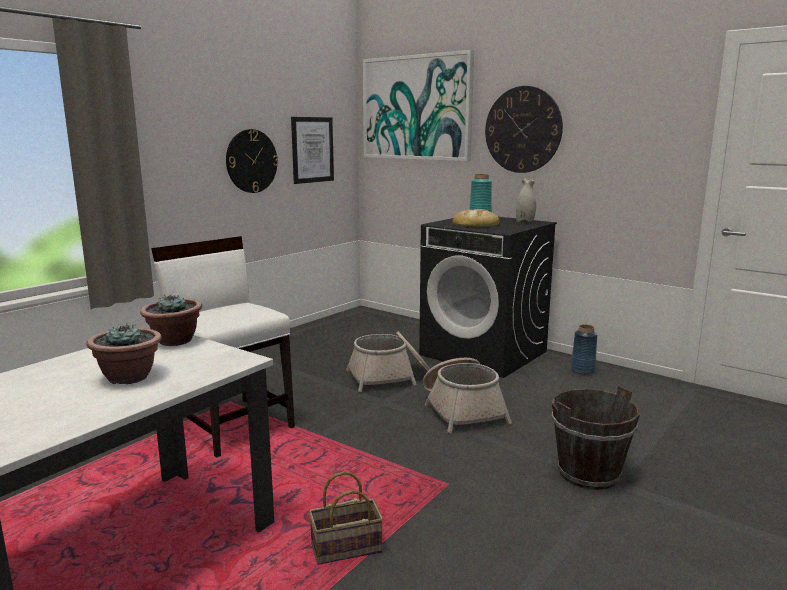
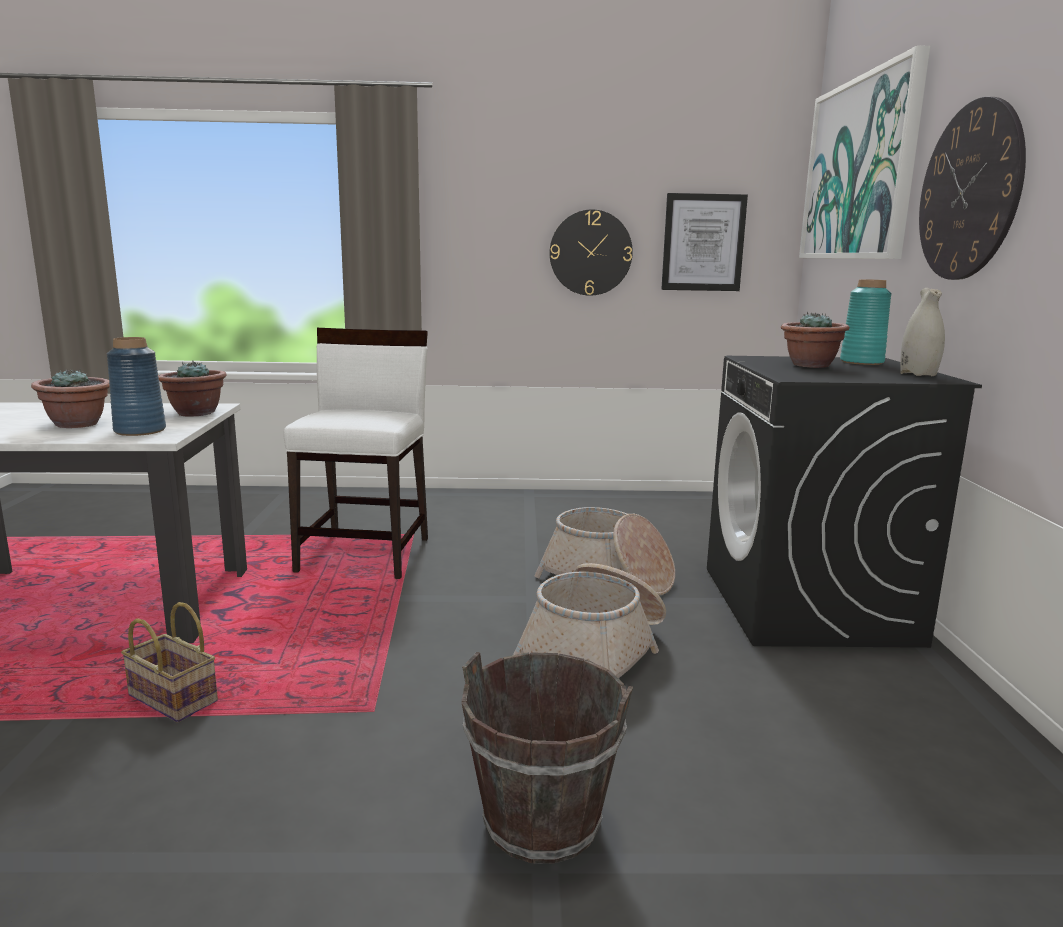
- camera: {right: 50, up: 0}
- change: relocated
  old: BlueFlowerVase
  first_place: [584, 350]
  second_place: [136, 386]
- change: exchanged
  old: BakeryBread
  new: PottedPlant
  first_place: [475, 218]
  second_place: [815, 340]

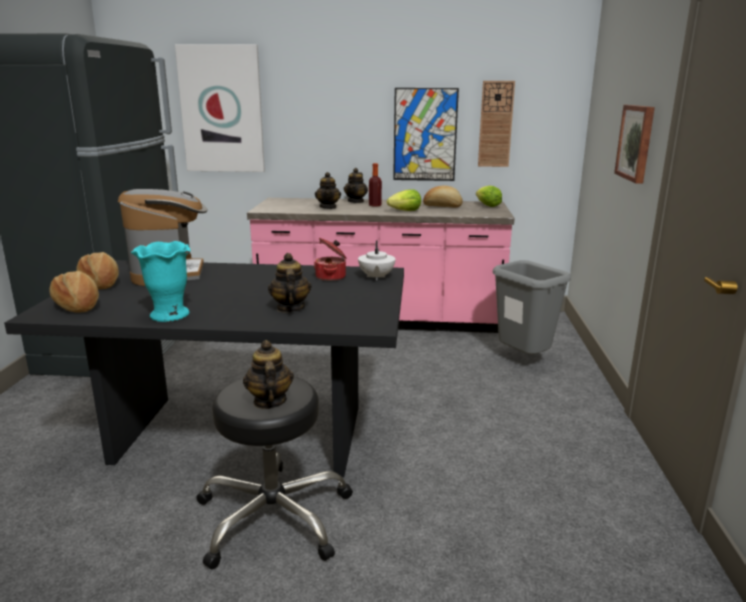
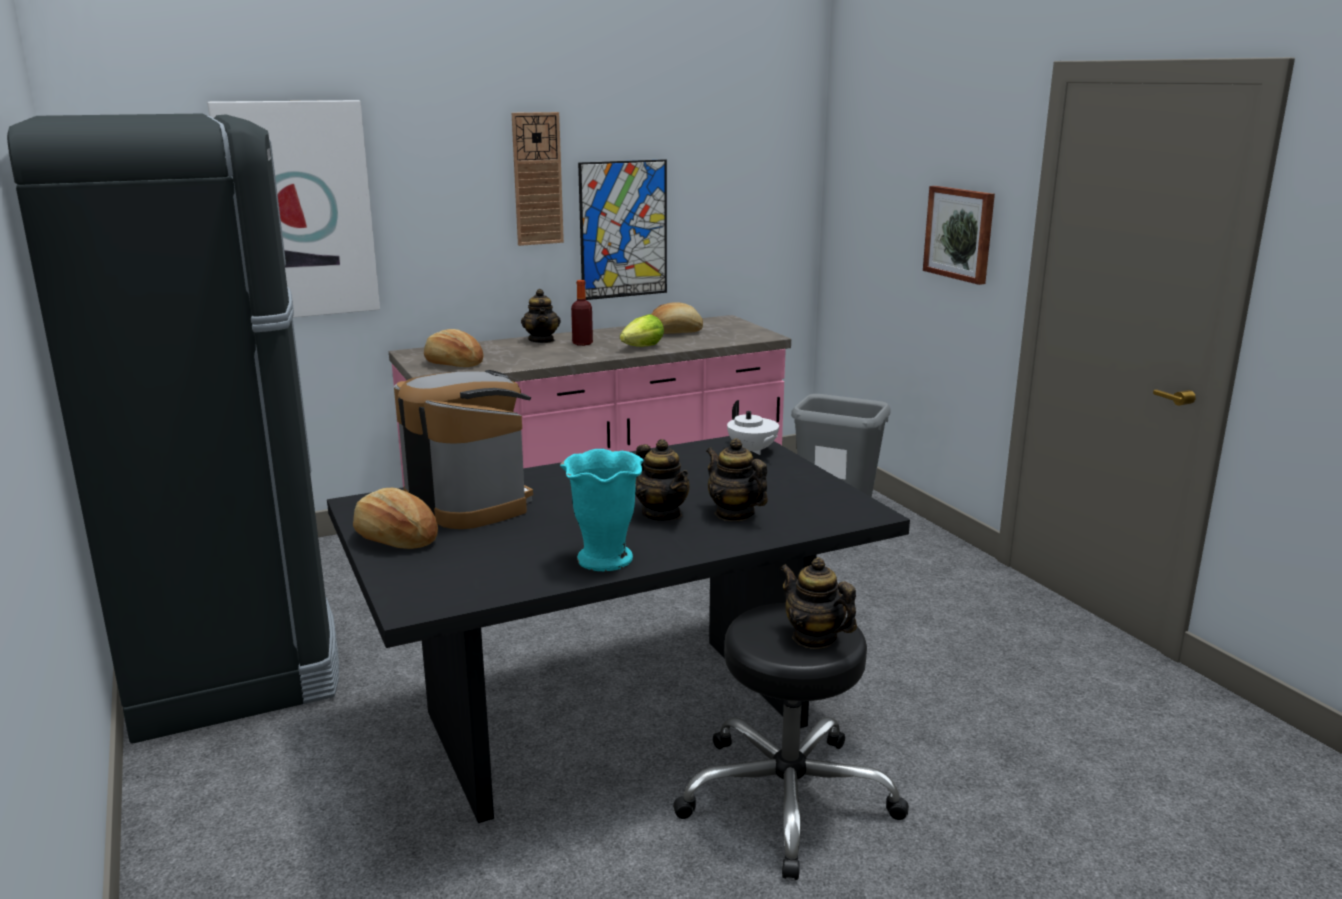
- camera: {right: -30, up: 0}
- change: missing
  old: CookingPot
  first_place: [330, 259]
- change: missing
  old: Lettuce
  first_place: [489, 196]
- change: relocated
  old: BakeryBread
  first_place: [74, 292]
  second_place: [453, 348]
- change: relocated
  old: PotForTea
  first_place: [328, 190]
  second_place: [662, 480]
- change: relocated
  old: ClockOnTheWall
  first_place: [496, 124]
  second_place: [538, 179]

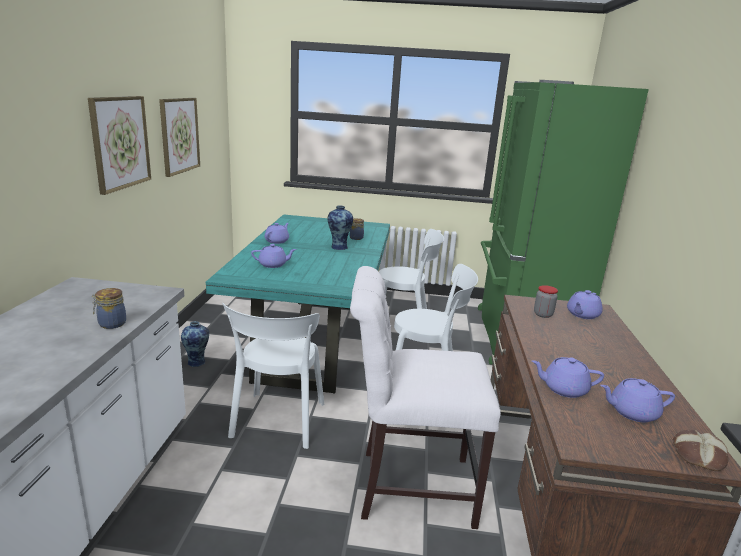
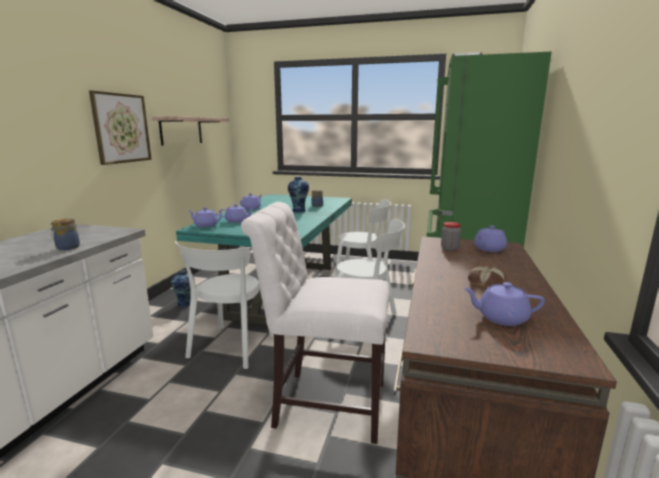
- camera: {right: 10, up: -5}
- change: relocated
  old: PurpleColouredPotForTea
  first_place: [568, 377]
  second_place: [205, 217]
- change: relocated
  old: BakeryBread
  first_place: [700, 450]
  second_place: [487, 277]
- change: exchanged
  old: Picture
  new: WallShelf
  first_place: [179, 137]
  second_place: [190, 130]

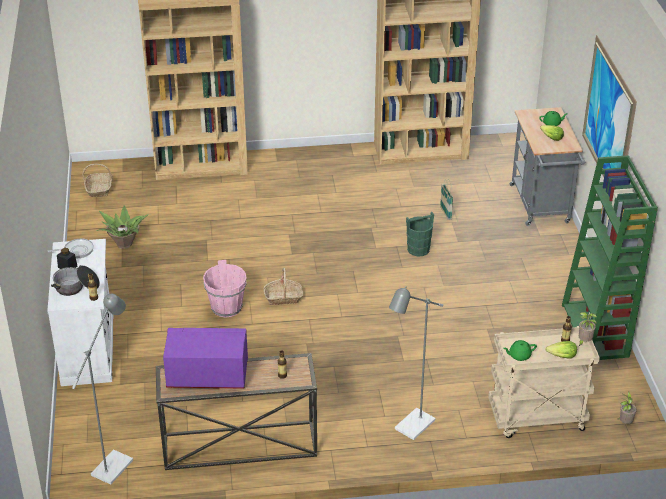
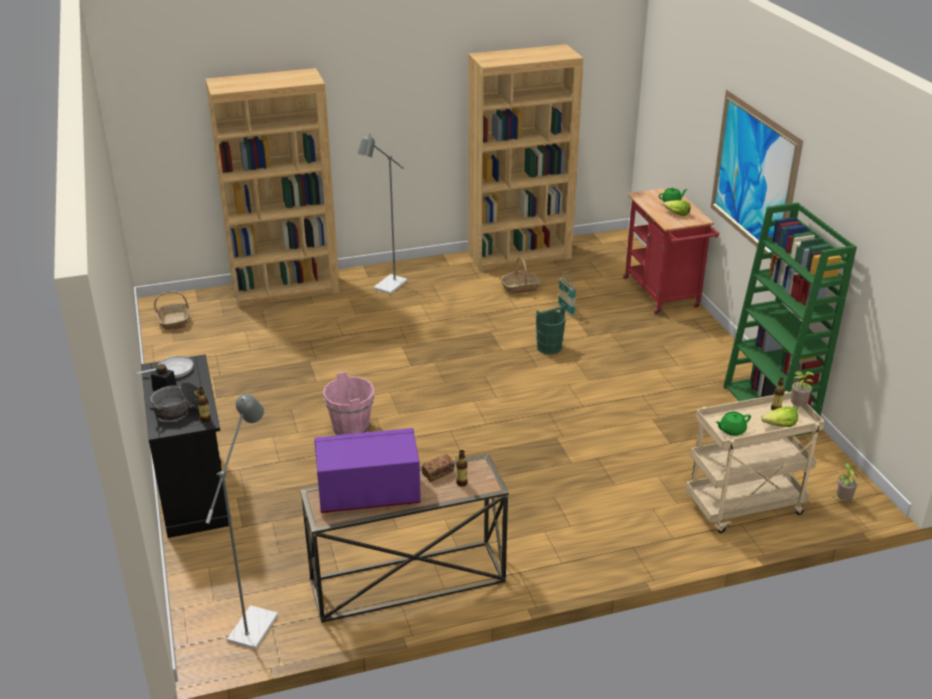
- camera: {right: -10, up: -5}
- change: missing
  old: PottedPlant
  first_place: [122, 227]
- change: appeared
  new: BakeryBread
  second_place: [438, 468]
- change: relocated
  old: StorageBasket
  first_place: [283, 286]
  second_place: [521, 275]
- change: relocated
  old: GrayStandingLamp
  first_place: [416, 363]
  second_place: [383, 213]
- change: colour
  old: WhitishCupboard
  new: BlackishCupboard
  first_place: [80, 312]
  second_place: [185, 446]
- change: colour
  old: GrayWheeledCart
  new: RedColouredWheeledCart
  first_place: [547, 166]
  second_place: [671, 250]

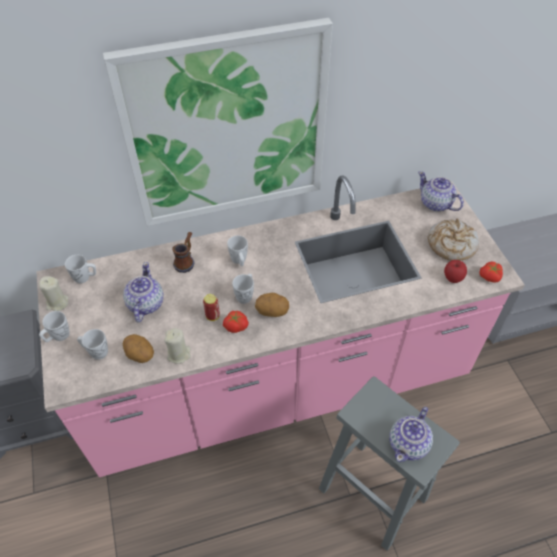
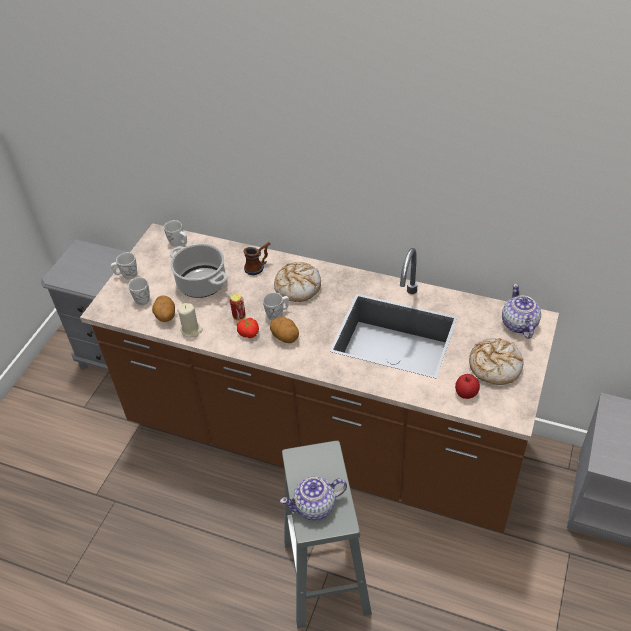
- camera: {right: 40, up: -5}
- change: missing
  old: BeigeColouredCandle
  first_place: [53, 293]
- change: missing
  old: Picture
  first_place: [218, 122]
- change: missing
  old: WholeTomato
  first_place: [491, 272]
- change: exchanged
  old: PotForTea
  new: CookingPot
  first_place: [143, 292]
  second_place: [199, 270]
- change: exchanged
  old: WhitishTeaMug
  new: BakeryBread
  first_place: [237, 250]
  second_place: [297, 282]
- change: colour
  old: PinkColouredKitchenBaseUnit
  new: BrownishKitchenBaseUnit
  first_place: [280, 326]
  second_place: [319, 378]

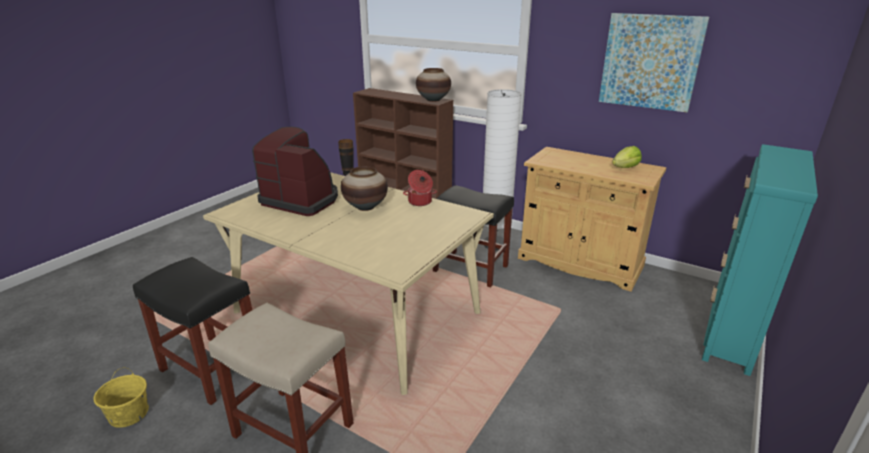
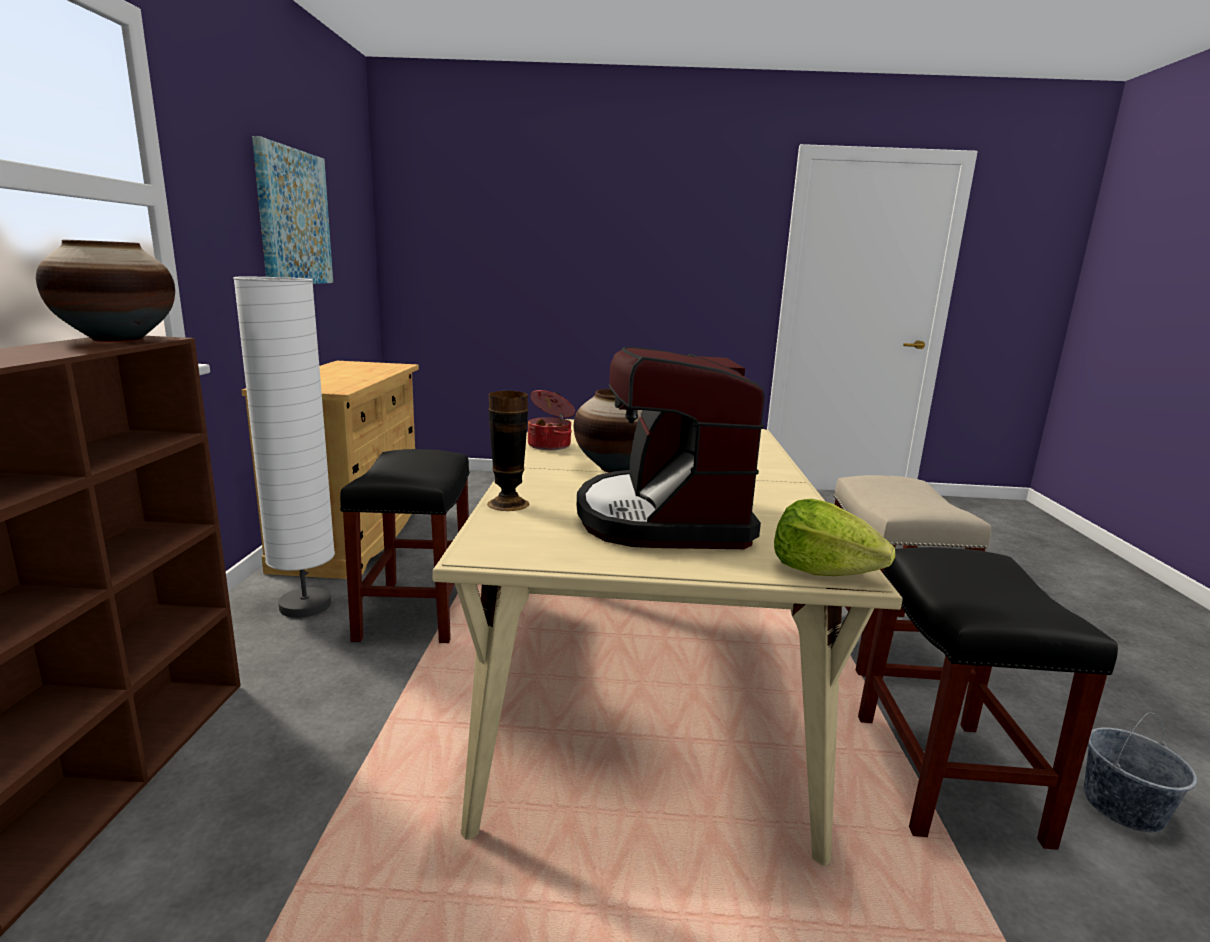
- camera: {right: -120, up: -10}
- change: missing
  old: TurquoiseChestOfDrawers
  first_place: [760, 260]
- change: relocated
  old: Lettuce
  first_place: [627, 157]
  second_place: [834, 537]
- change: colour
  old: YellowPail
  new: GrayPail
  first_place: [121, 397]
  second_place: [1140, 772]

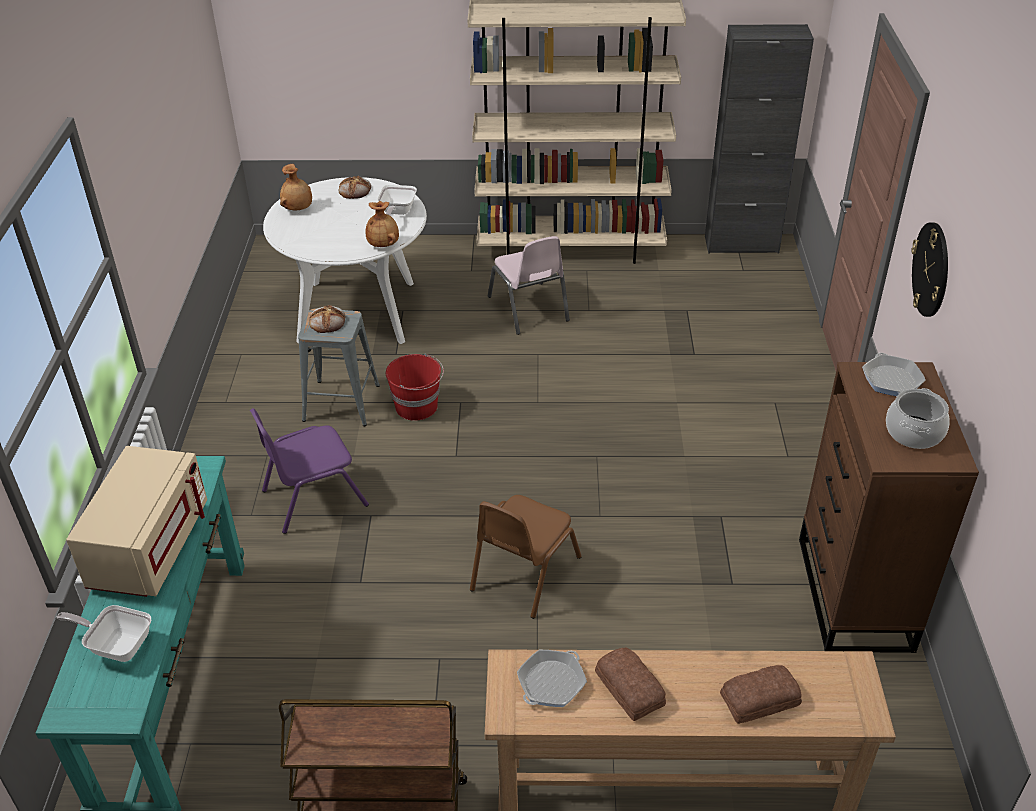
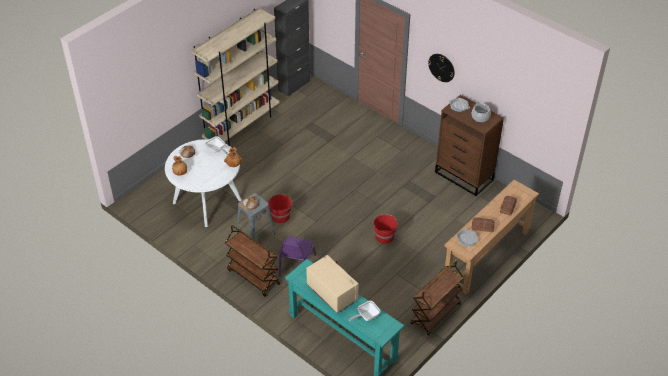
- camera: {right: -50, up: 5}
- change: missing
  old: PinkColouredChair
  first_place: [529, 285]
- change: appeared
  new: BrownishWheeledCart
  second_place: [252, 261]
- change: exchanged
  old: BrownishChair
  new: RedColouredPail
  first_place: [526, 557]
  second_place: [385, 229]

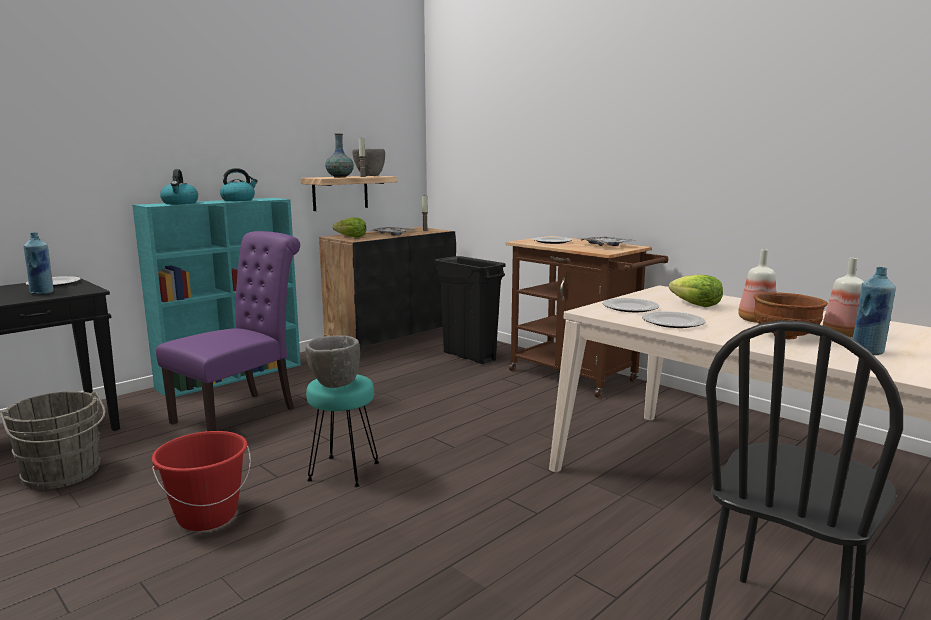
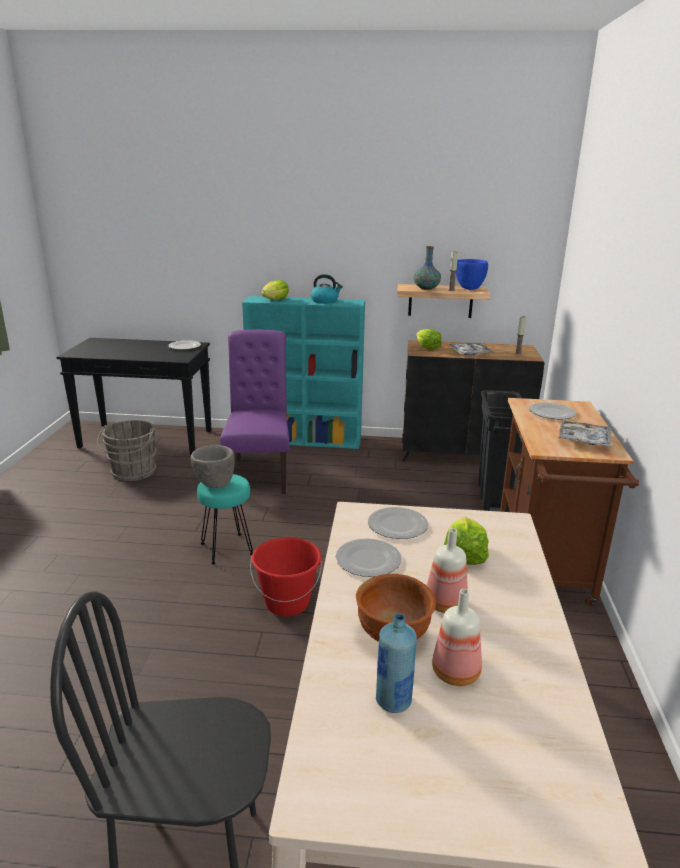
- camera: {right: 50, up: 10}
- change: missing
  old: BlueBottle
  first_place: [39, 263]
- change: relocated
  old: RedColouredPail
  first_place: [201, 481]
  second_place: [286, 577]
- change: exchanged
  old: WaterKettle
  new: Lettuce
  first_place: [179, 186]
  second_place: [275, 289]
- change: colour
  old: GrayBowl
  new: BlueBowl
  first_place: [368, 162]
  second_place: [472, 274]
- change: spun
  old: PurpleColouredChair
  first_place: [228, 331]
  second_place: [254, 412]
  degrees: -90

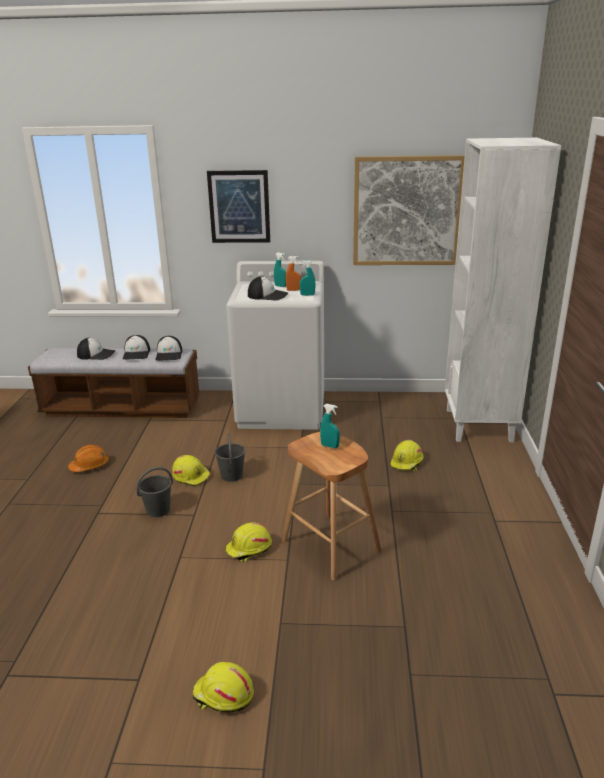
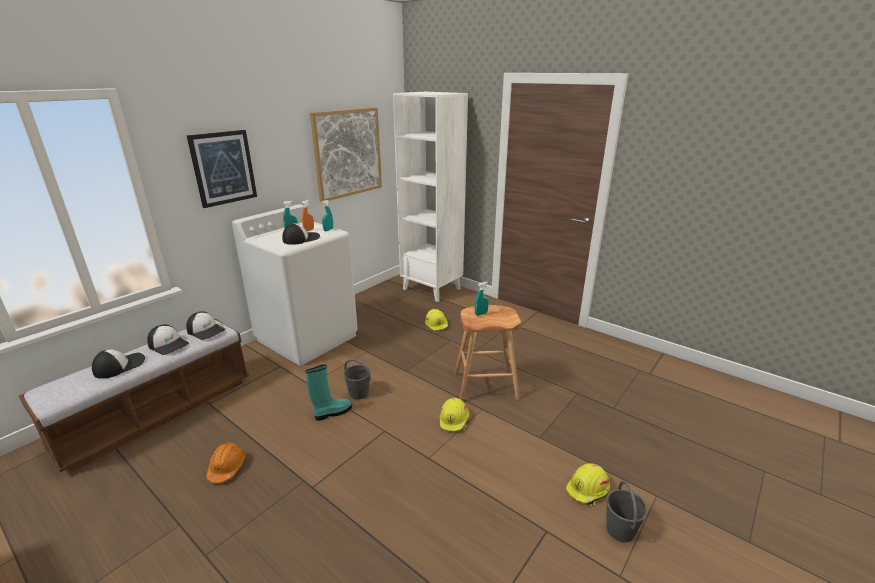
- camera: {right: -55, up: 0}
- change: relocated
  old: GrayPail
  first_place: [154, 492]
  second_place: [627, 511]
- change: exchanged
  old: YellowSafetyHelmet
  new: TurquoiseBoot
  first_place: [191, 471]
  second_place: [329, 392]

